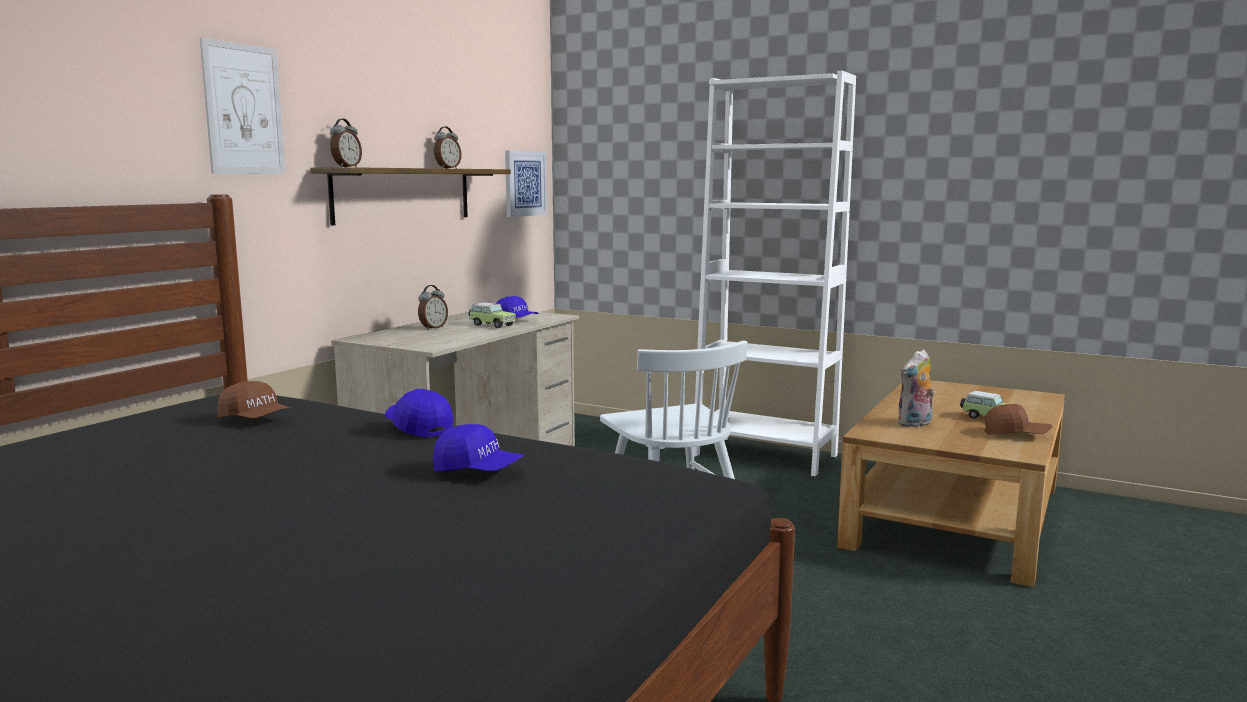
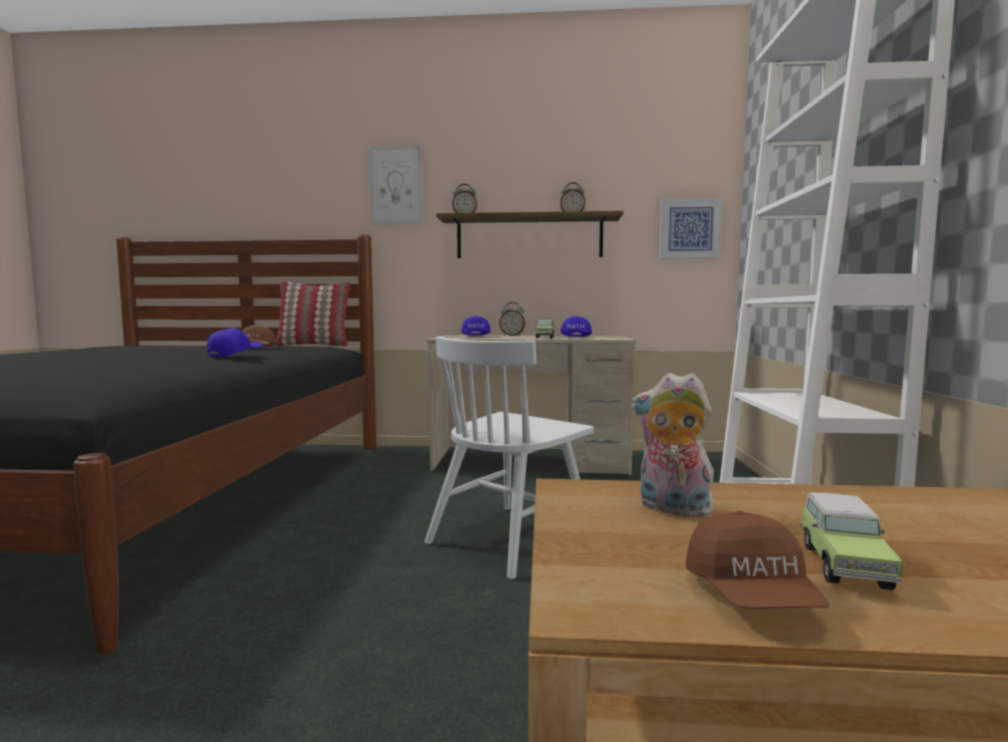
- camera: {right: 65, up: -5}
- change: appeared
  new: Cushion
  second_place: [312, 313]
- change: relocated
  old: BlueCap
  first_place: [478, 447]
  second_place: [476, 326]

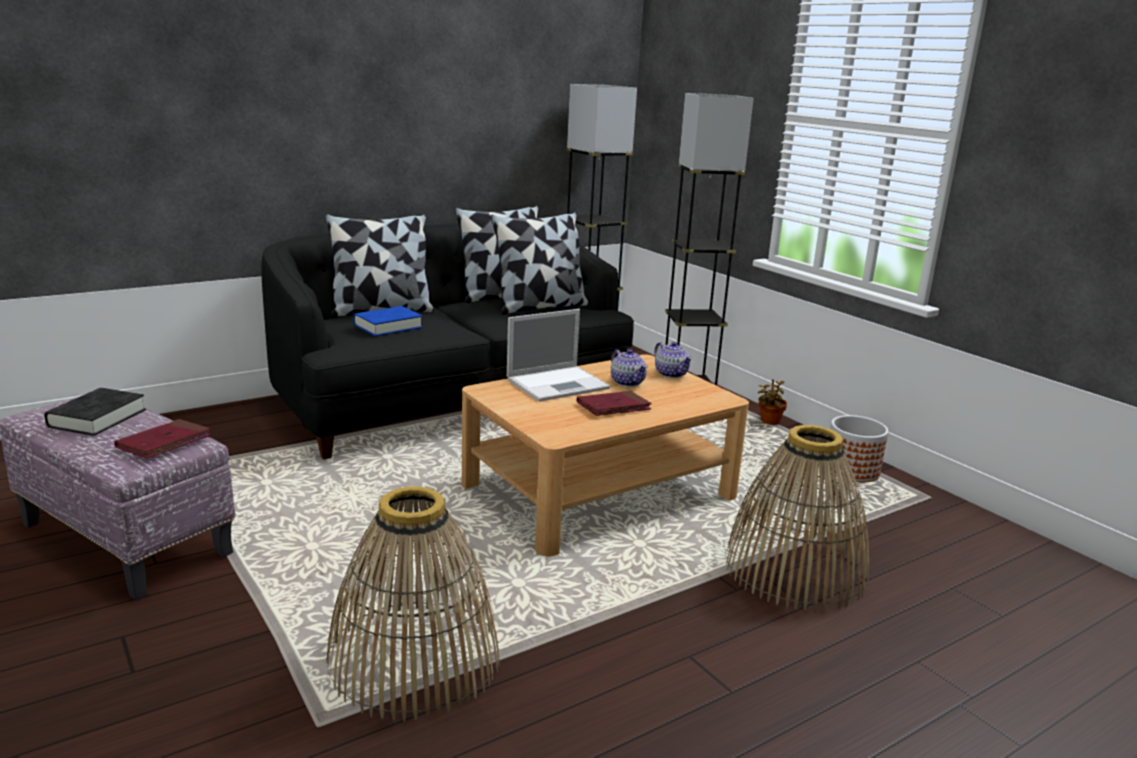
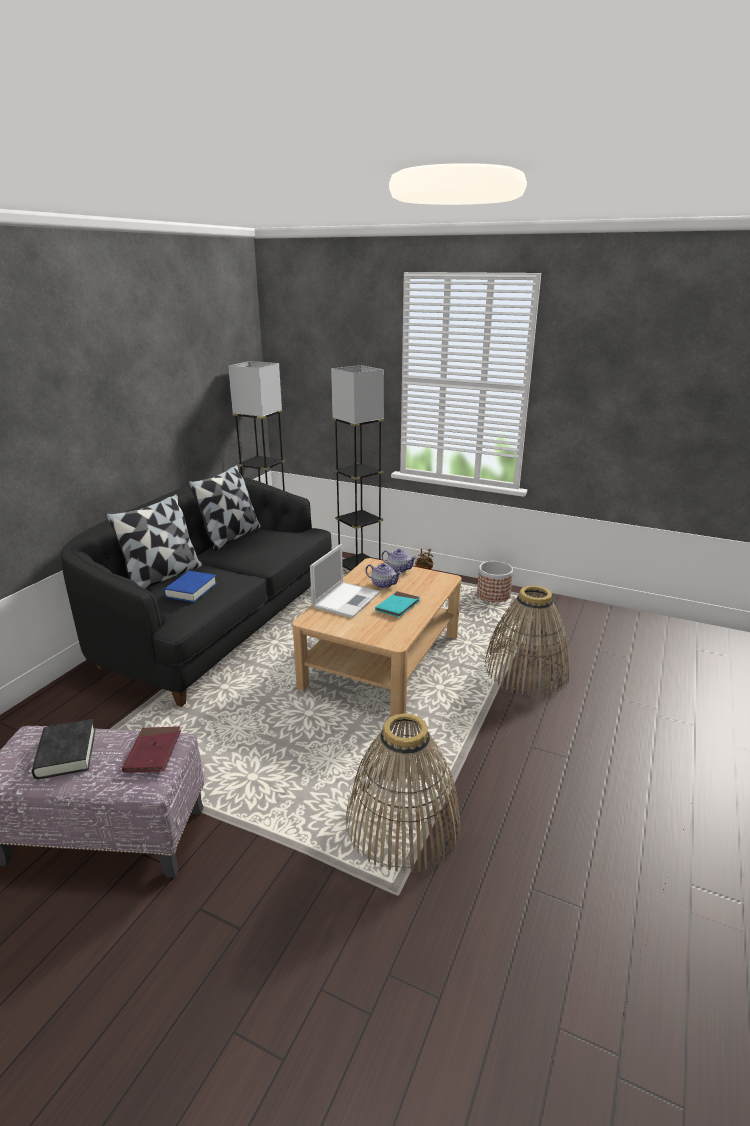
- camera: {right: -30, up: 5}
- change: missing
  old: Cushion
  first_place: [540, 263]
- change: colour
  old: RedColouredVolume
  new: TurquoiseVolume
  first_place: [614, 403]
  second_place: [397, 604]

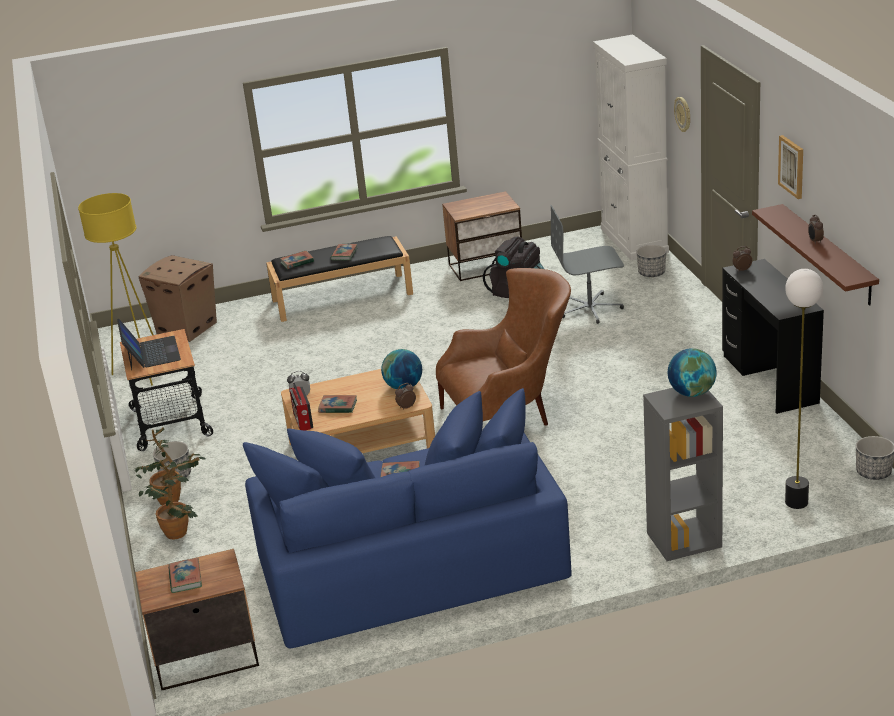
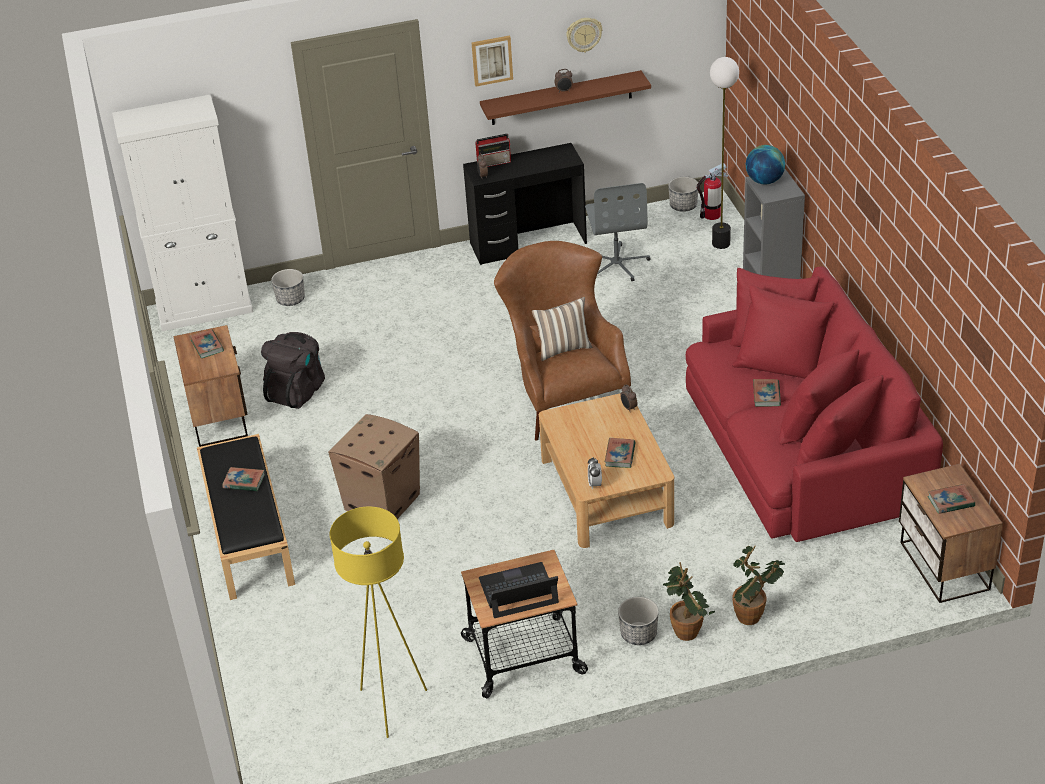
- camera: {right: -90, up: 10}
- change: missing
  old: WorldGlobe
  first_place: [401, 369]
- change: appeared
  new: Cushion
  second_place: [562, 329]
- change: appeared
  new: Extinguisher
  second_place: [712, 192]
- change: relocated
  old: CardboardBox
  first_place: [178, 298]
  second_place: [374, 466]
- change: relocated
  old: Volume
  first_place: [297, 260]
  second_place: [207, 344]
- change: relocated
  old: RadioSet
  first_place: [301, 407]
  second_place: [493, 150]
- change: relocated
  old: GrayDeskChair
  first_place: [587, 264]
  second_place: [617, 232]
- change: relocated
  old: ClockOnTheWall
  first_place: [682, 114]
  second_place: [584, 35]
- change: colour
  old: BlueSettee
  new: RedColouredSettee
  first_place: [407, 518]
  second_place: [814, 404]

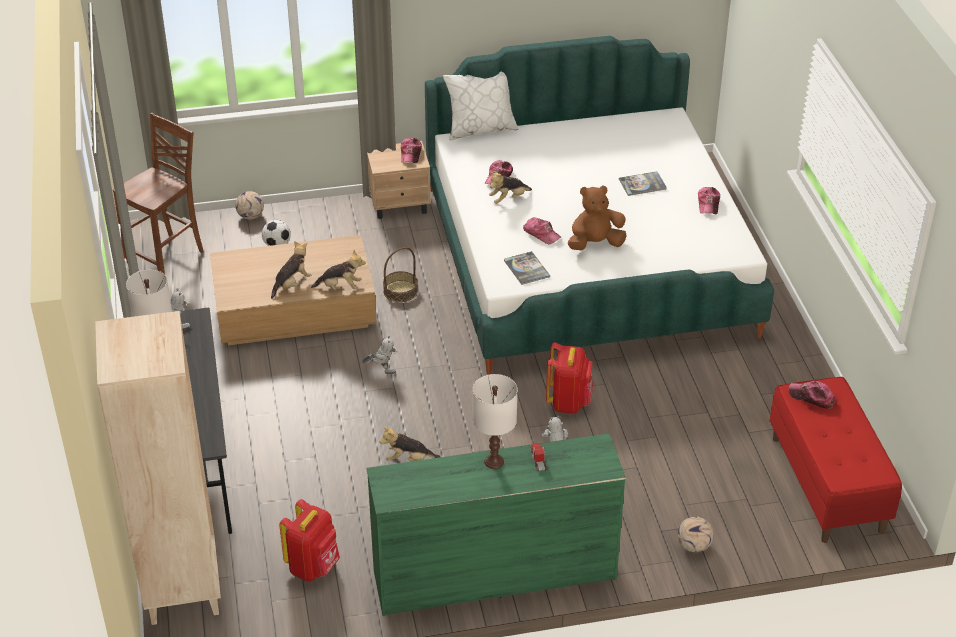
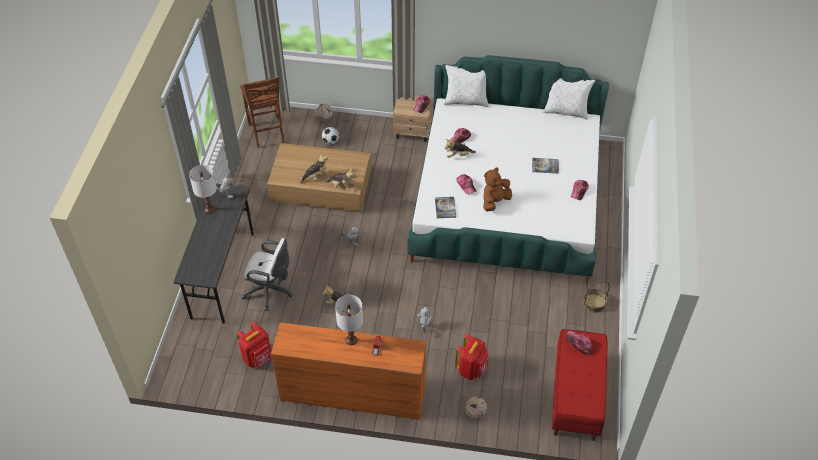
- camera: {right: 20, up: 10}
- change: missing
  old: BeigeColouredBookshelf
  first_place: [158, 468]
- change: appeared
  new: WhitishDeskChair
  second_place: [267, 274]
- change: appeared
  new: WhitishCushion
  second_place: [569, 99]
- change: relocated
  old: StorageBasket
  first_place: [400, 274]
  second_place: [596, 297]
- change: relocated
  old: RedColouredRucksack
  first_place: [569, 378]
  second_place: [471, 357]
- change: colour
  old: GreenChestOfDrawers
  new: OrangeChestOfDrawers
  first_place: [496, 524]
  second_place: [349, 371]
- change: spun
  old: BrownishChair
  first_place: [158, 193]
  second_place: [262, 112]
  degrees: 105
- change: spun
  old: BrownishSoftToy
  first_place: [597, 217]
  second_place: [497, 189]
  degrees: -45

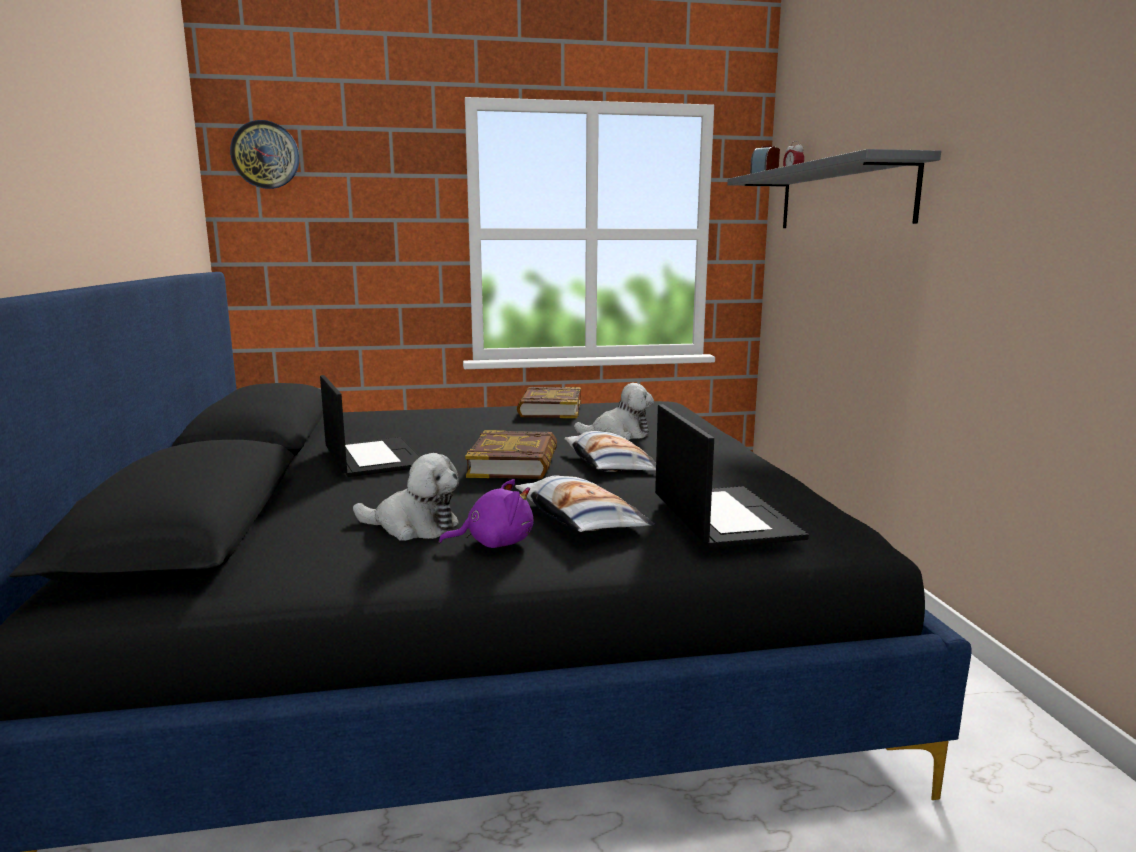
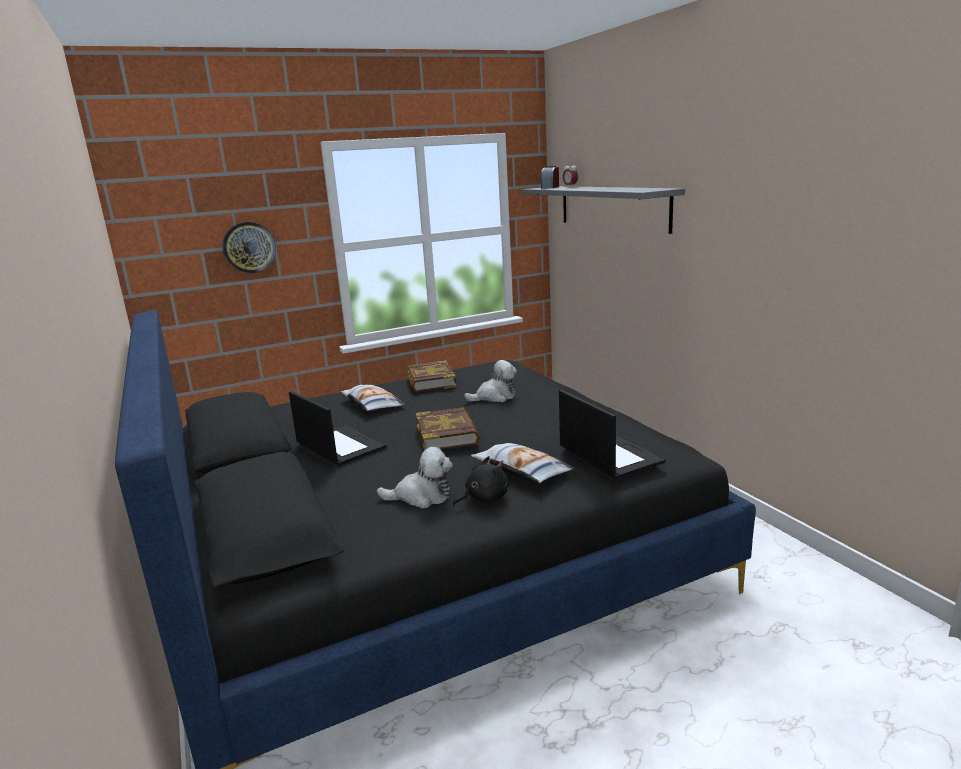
- camera: {right: -15, up: 5}
- change: relocated
  old: ClockOnTheWall
  first_place: [265, 154]
  second_place: [249, 247]
- change: relocated
  old: Cushion
  first_place: [610, 451]
  second_place: [373, 398]
- change: colour
  old: PurpleColouredSoftToy
  new: BlackishSoftToy
  first_place: [486, 513]
  second_place: [480, 481]

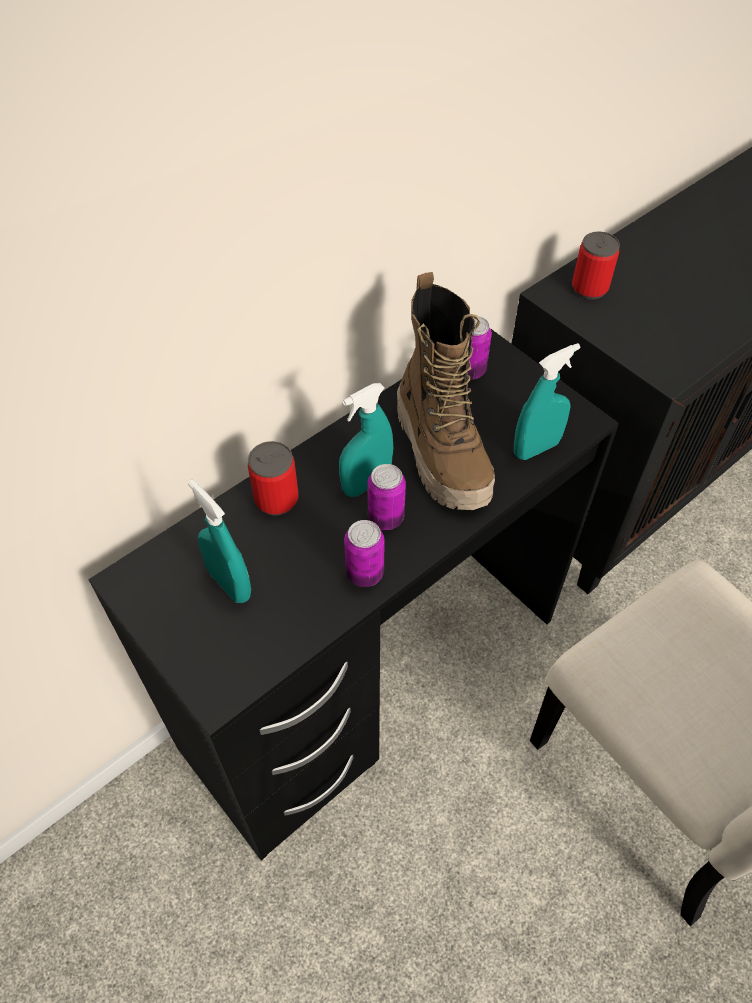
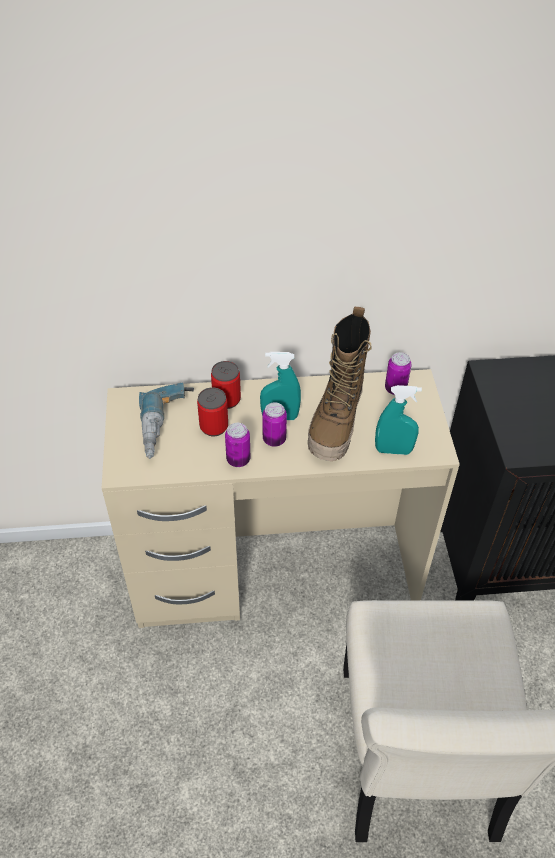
- camera: {right: 35, up: -5}
- change: relocated
  old: Can
  first_place: [596, 265]
  second_place: [212, 411]
- change: exchanged
  old: TurquoiseHandSprayer
  new: PowerDrill
  first_place: [219, 541]
  second_place: [166, 420]
- change: colour
  old: BlackishDesk
  new: BeigeColouredDesk
  first_place: [353, 594]
  second_place: [281, 498]

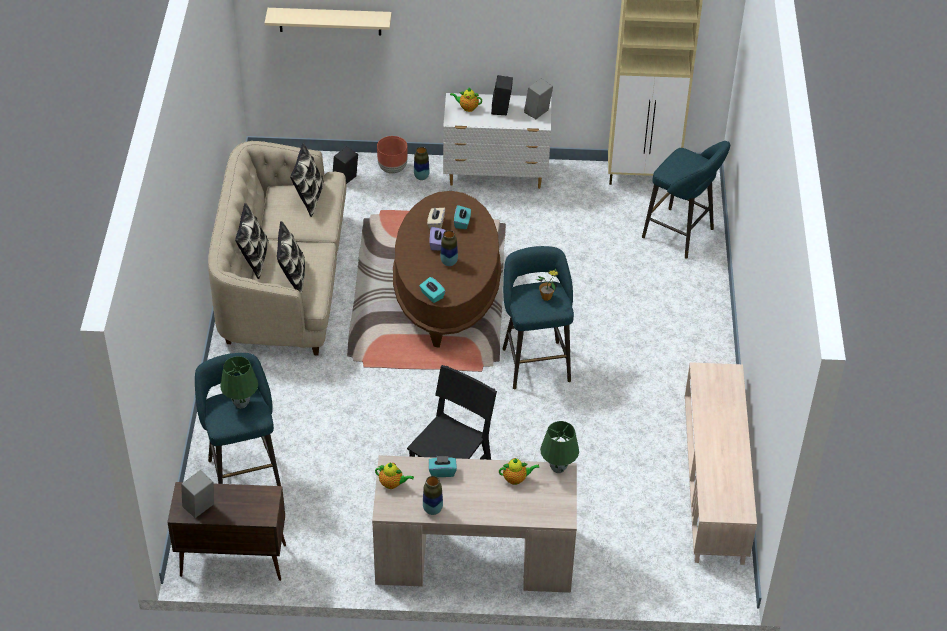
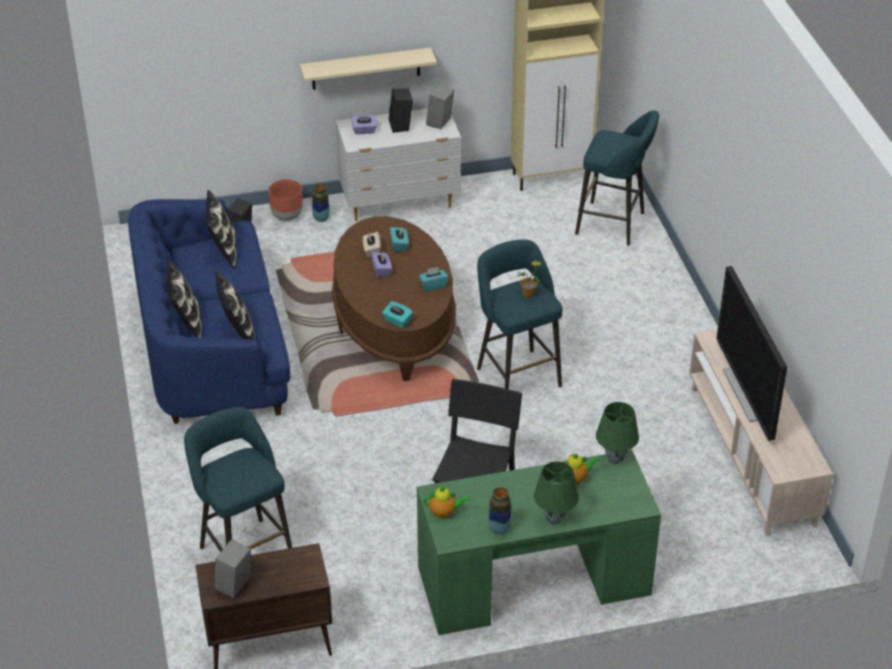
- camera: {right: -15, up: -5}
- change: missing
  old: FlowerVase
  first_place: [449, 248]
- change: appeared
  new: TvSet
  second_place: [752, 353]
- change: relocated
  old: GreenTabletopLamp
  first_place: [239, 382]
  second_place: [556, 493]
- change: relocated
  old: BeigeColouredWallShelf
  first_place: [328, 21]
  second_place: [368, 68]
- change: relocated
  old: TurquoiseTissueBox
  first_place: [443, 466]
  second_place: [434, 279]
- change: exchanged
  old: PotForTea
  new: PurpleColouredTissueBox
  first_place: [466, 100]
  second_place: [364, 124]
- change: colour
  old: BeigeColouredSettee
  new: BlueSettee
  first_place: [277, 248]
  second_place: [209, 311]
- change: colour
  old: BeigeColouredDesk
  new: GreenDesk
  first_place: [474, 524]
  second_place: [539, 542]

